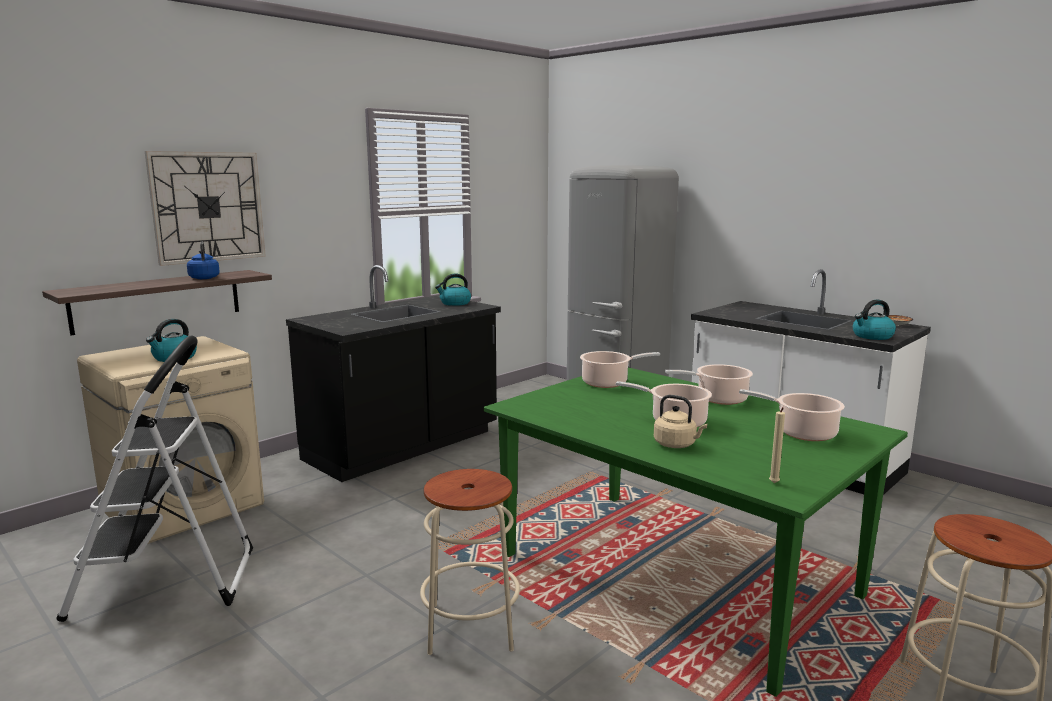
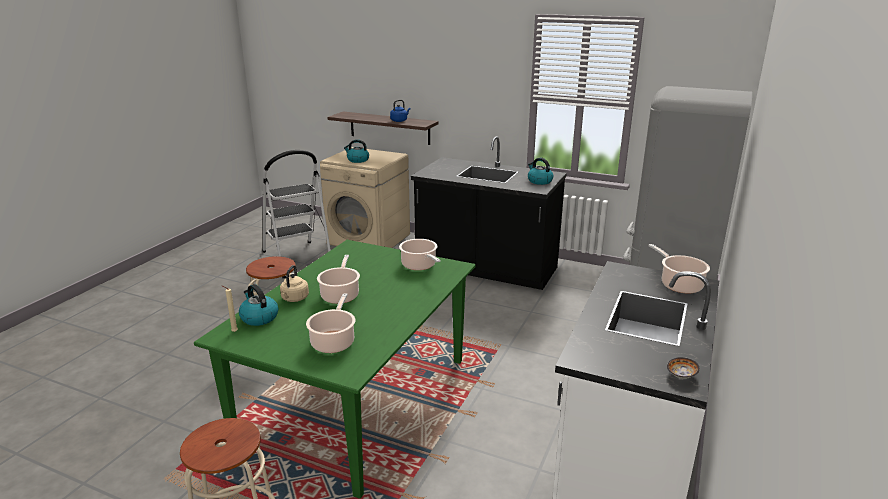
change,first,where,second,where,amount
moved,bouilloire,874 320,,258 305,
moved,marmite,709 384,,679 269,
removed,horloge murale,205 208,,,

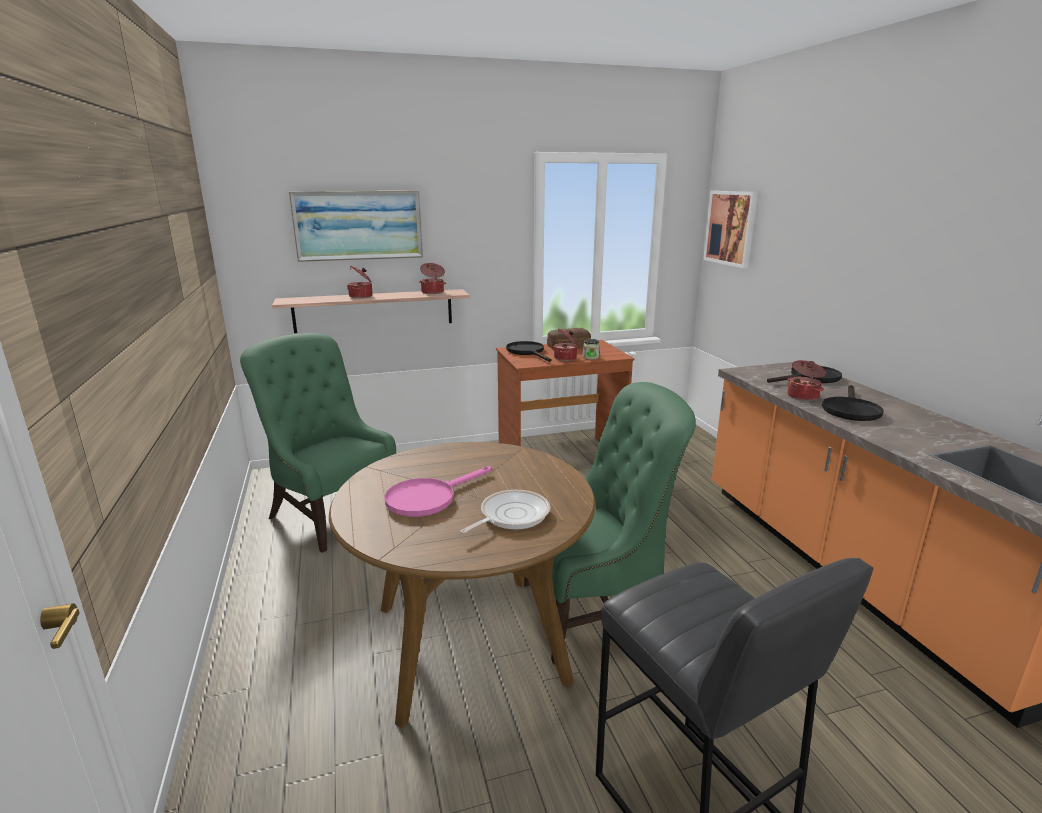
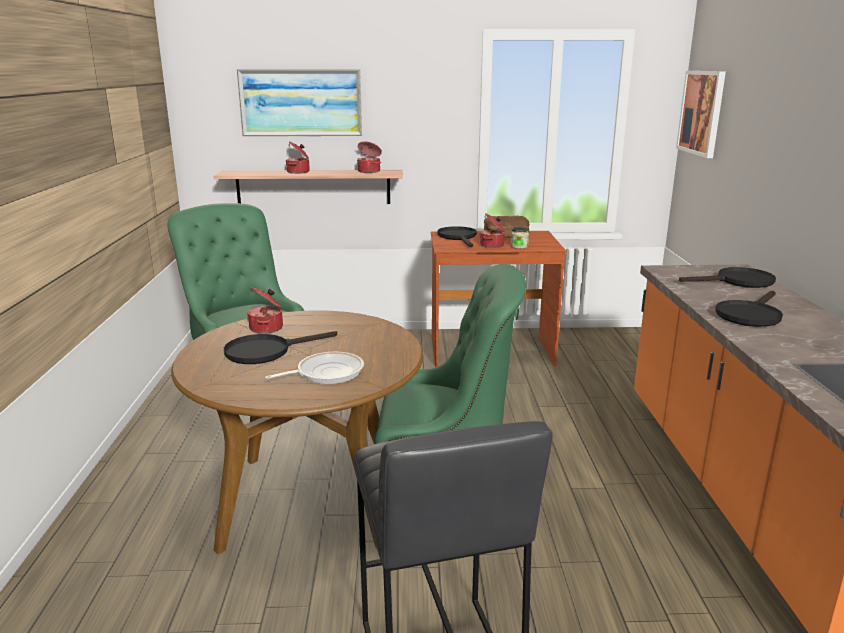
change,first,where,second,where,amount
recoloured,poêle (rose),437 491,poêle (noir),280 347,
moved,marmite,806 380,,265 310,

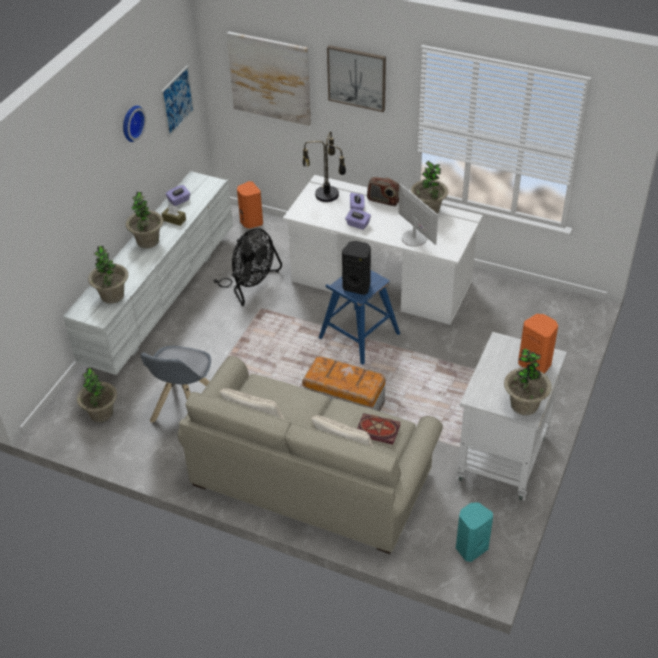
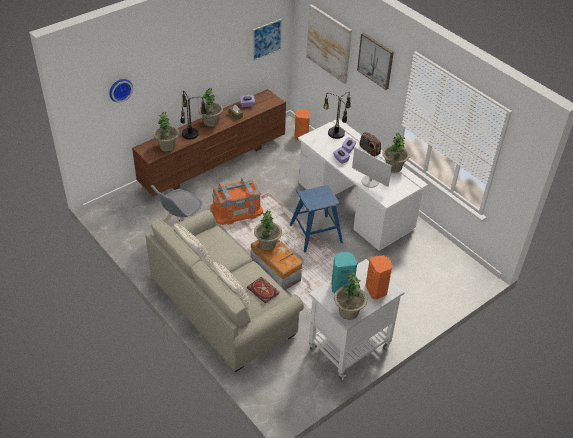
change,first,where,second,where,amount
moved,horloge murale,134 123,,121 90,
recoloured,meuble de rangement (blanc),148 273,meuble de rangement (marron),209 142,
added,,,lampe de table,193 115,
added,,,boîte de rangement (orange),236 201,
moved,plante en pot,97 395,,268 230,
moved,enceinte (turquoise),474 532,,344 272,
turned,écran d'ordinateur,418 215,,372 167,135 degrees clockwise
removed,ventilateur (noir),247 267,,,
removed,enceinte (noir),356 268,,,

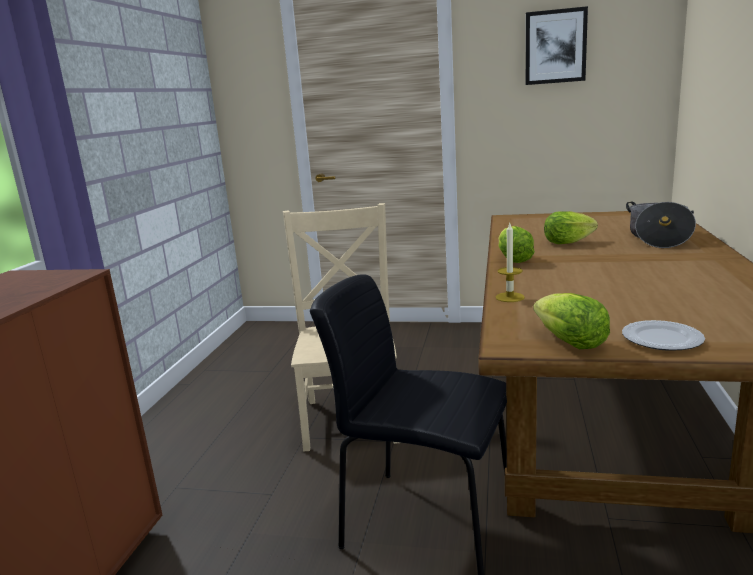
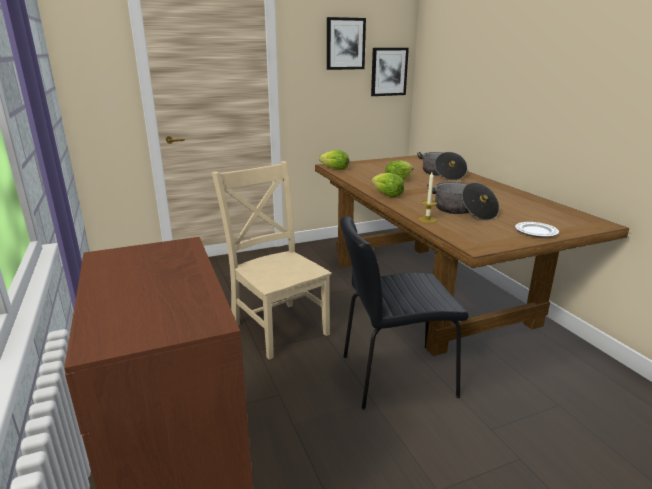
change,first,where,second,where,amount
moved,laitue,571 321,,334 160,
added,,,tableau,390 72,
added,,,marmite,463 201,

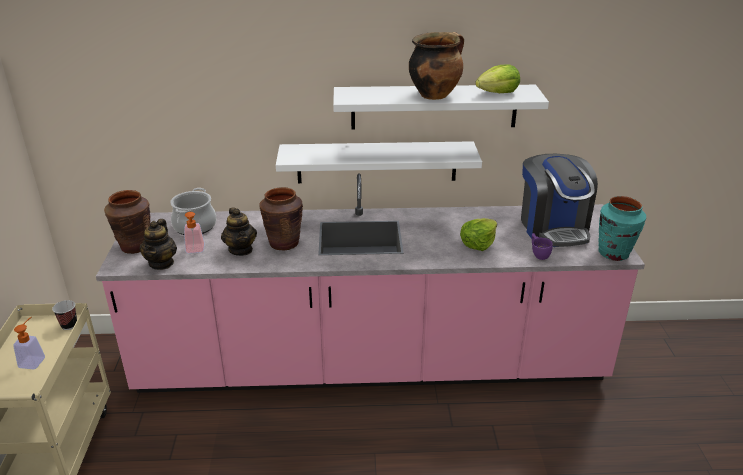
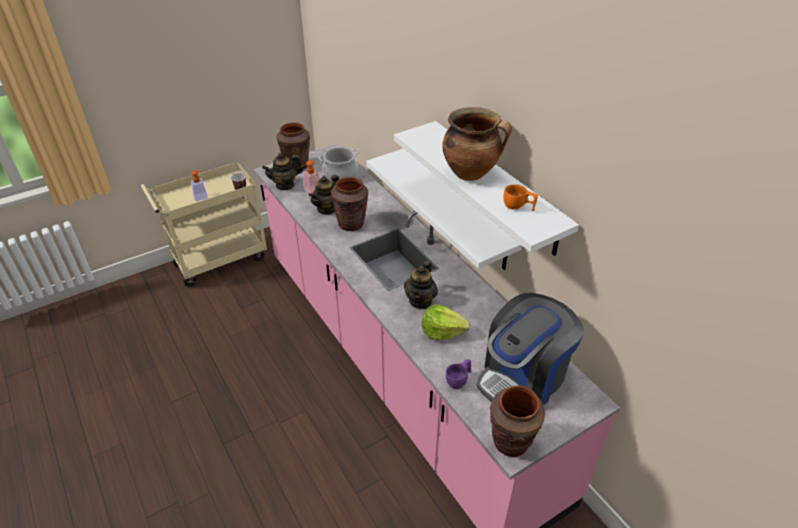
change,first,where,second,where,amount
added,,,théière,421 284,
recoloured,vase (turquoise),622 228,vase (marron),517 421,
replaced,laitue,497 78,tasse (orange),520 197,

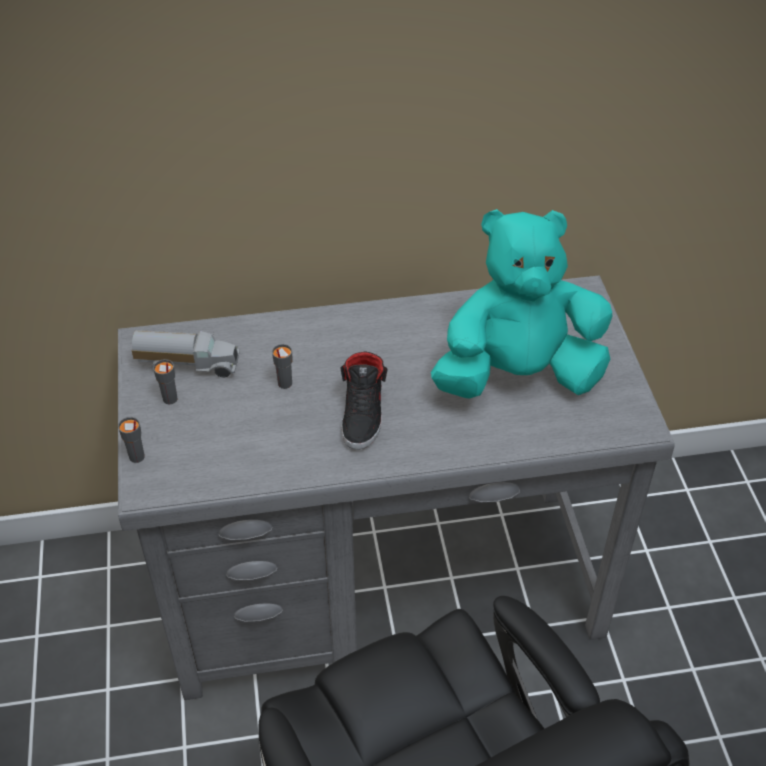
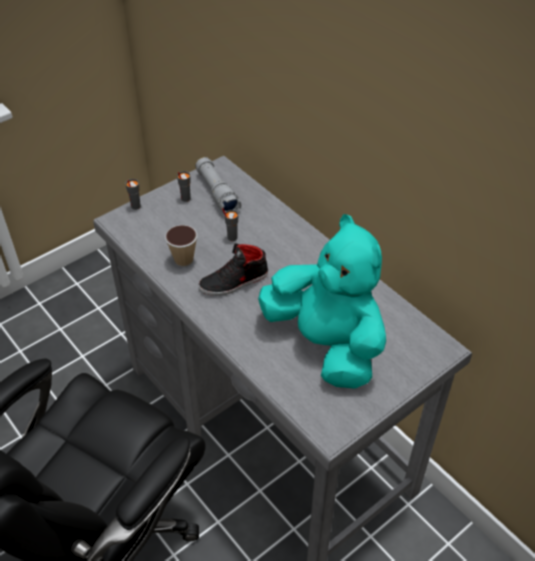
change,first,where,second,where,amount
added,,,tasse,181 246,
replaced,camion jouet,186 354,lampe de poche (gris),218 185,

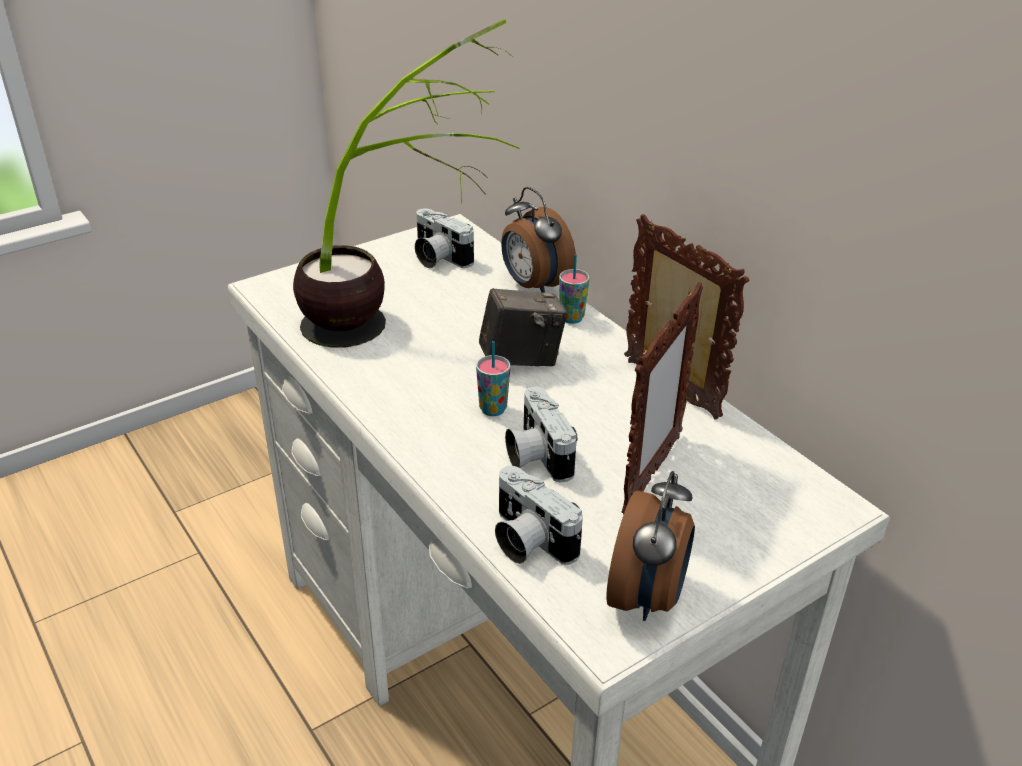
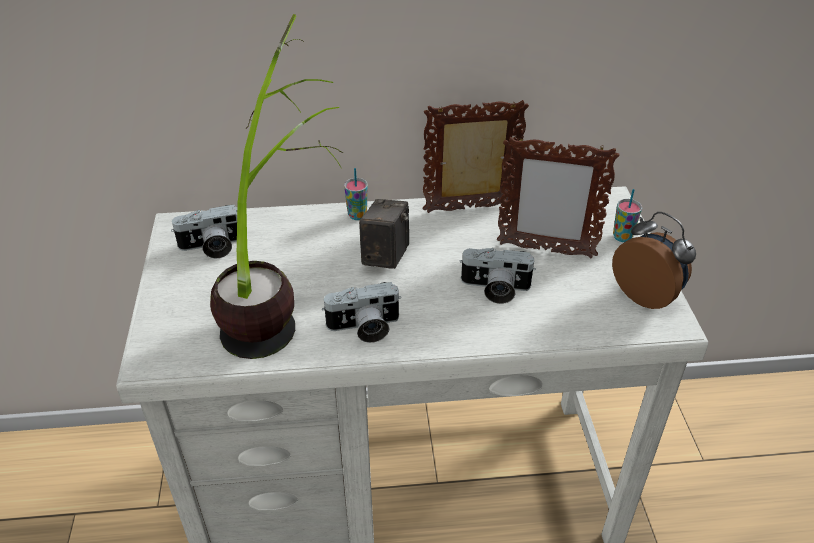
change,first,where,second,where,amount
moved,appareil photo,539 515,,361 312,
turned,cadre photo,662 398,,558 197,135 degrees clockwise
moved,tasse,493 378,,627 215,
removed,réveil,538 240,,,

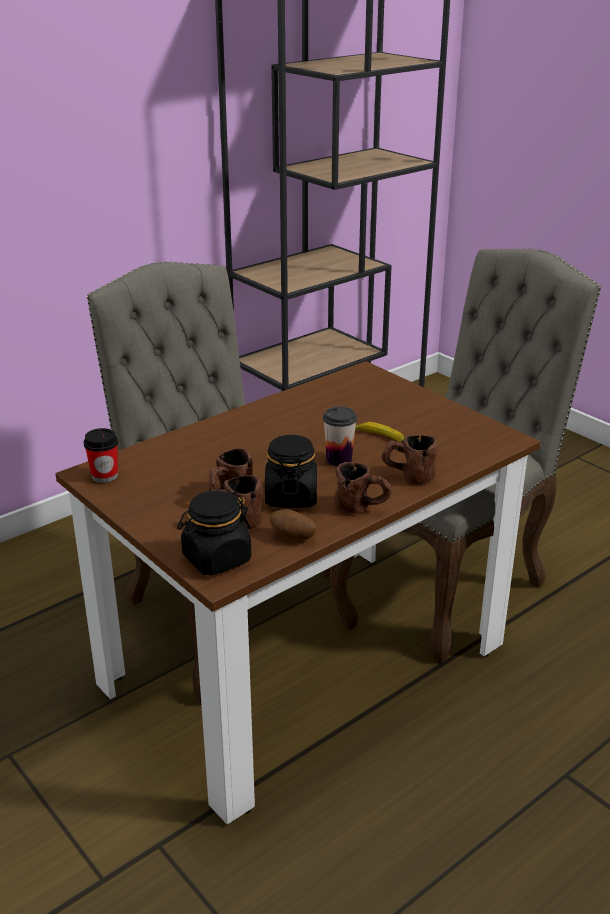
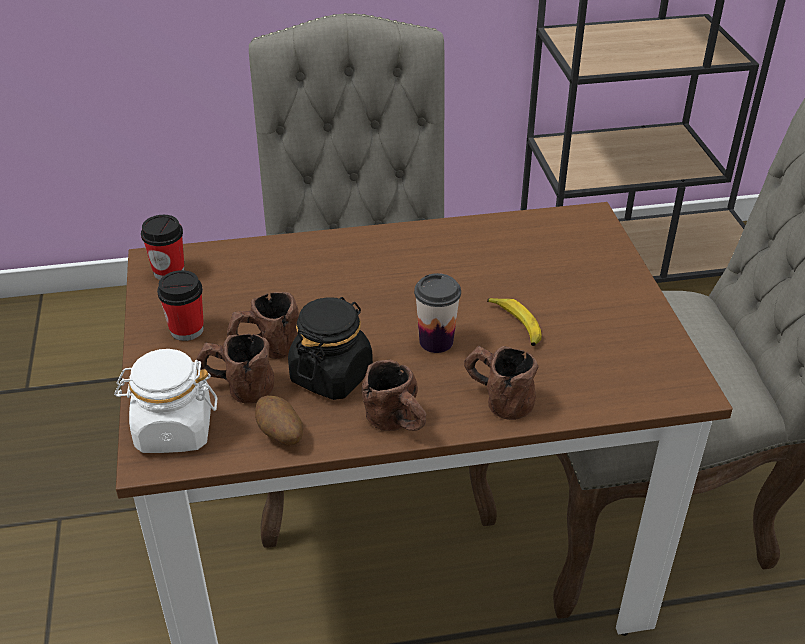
change,first,where,second,where,amount
recoloured,bocal (noir),214 533,bocal (blanc),166 401,
added,,,tasse,180 305,

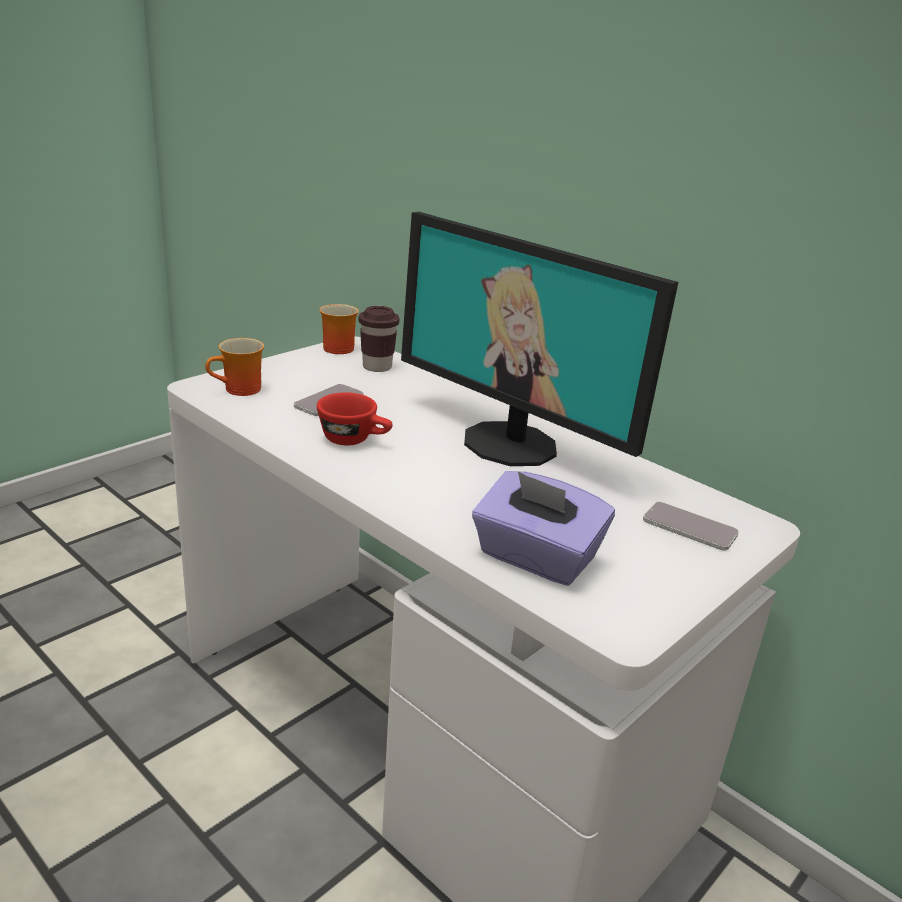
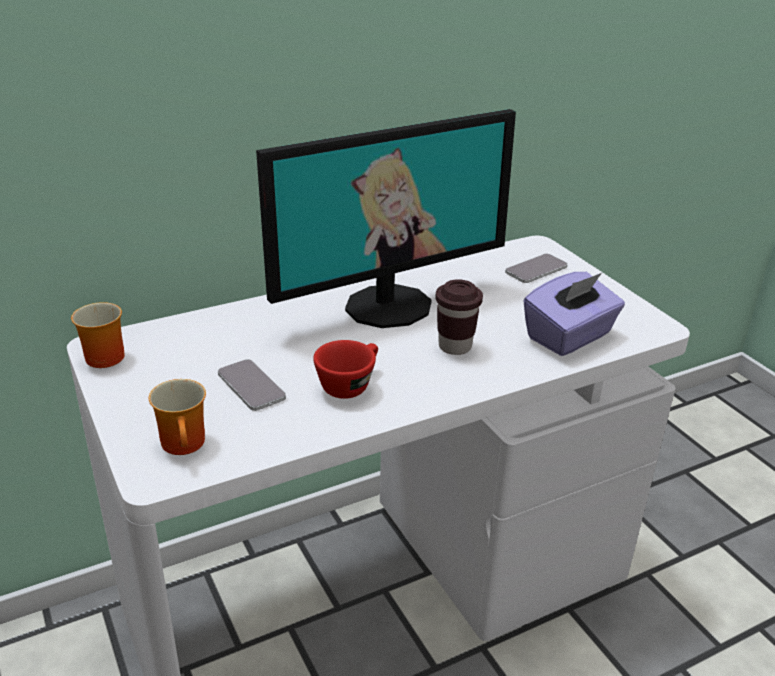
change,first,where,second,where,amount
moved,tasse (marron),379 339,,459 317,

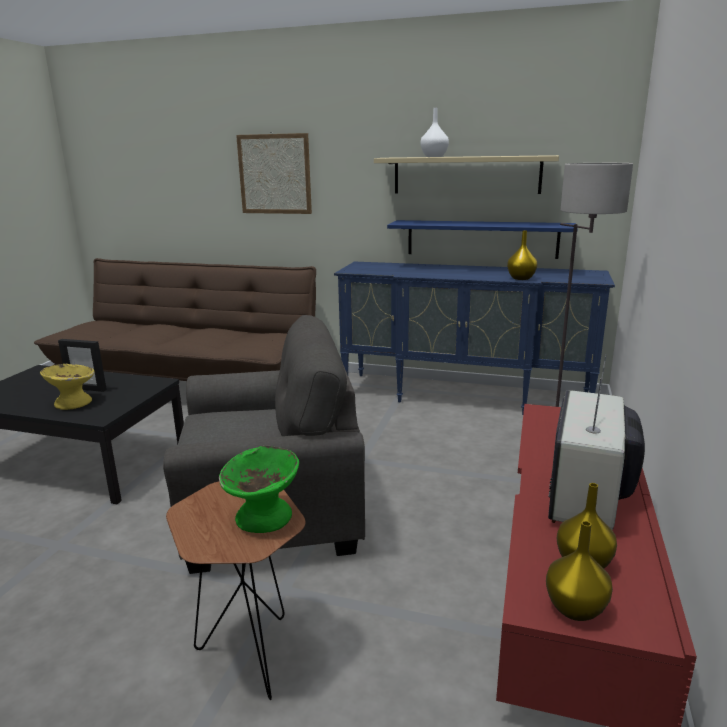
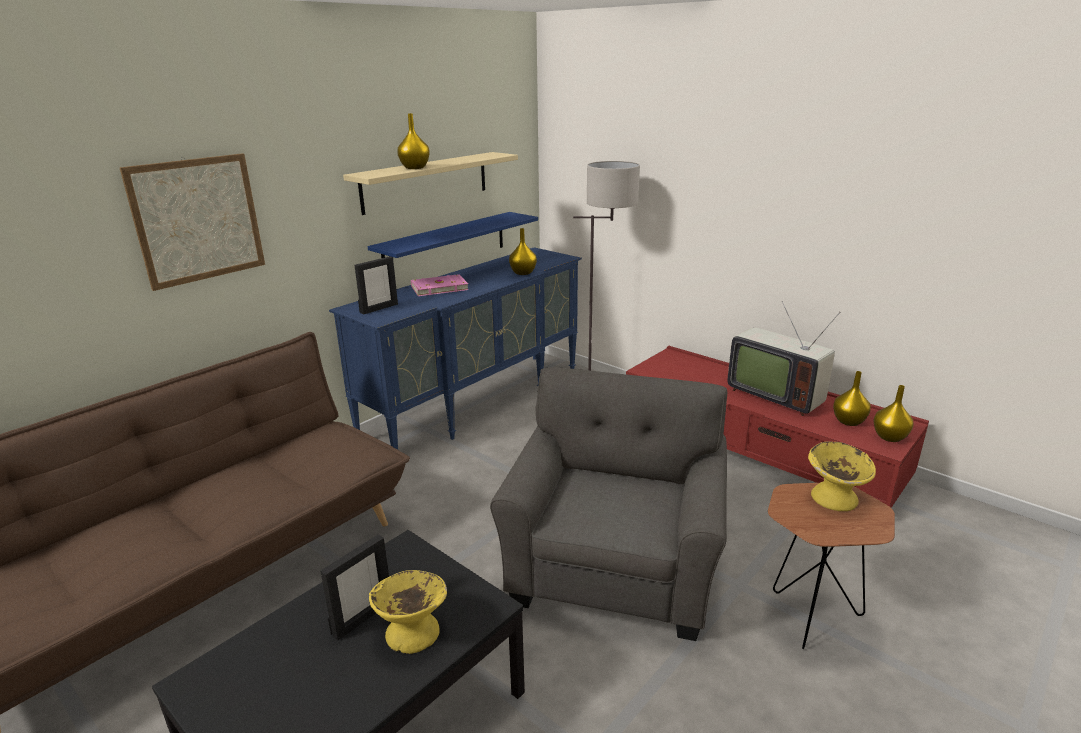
change,first,where,second,where,amount
added,,,cadre photo,376 285,
recoloured,vase (blanc),435 132,vase (jaune),413 141,
added,,,livre (rose),440 285,
recoloured,bol (vert),259 489,bol (jaune),842 476,

